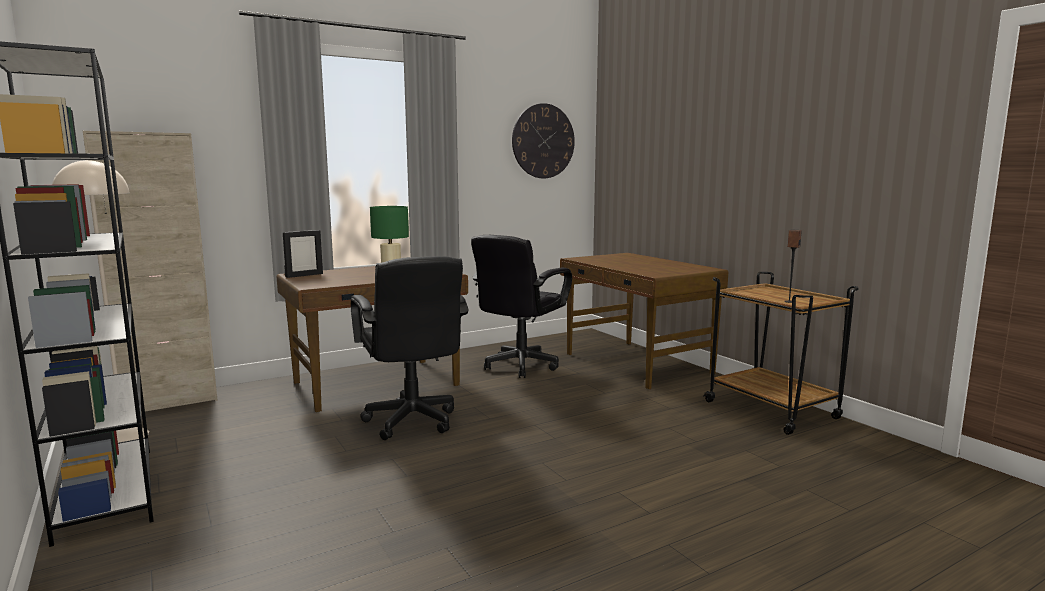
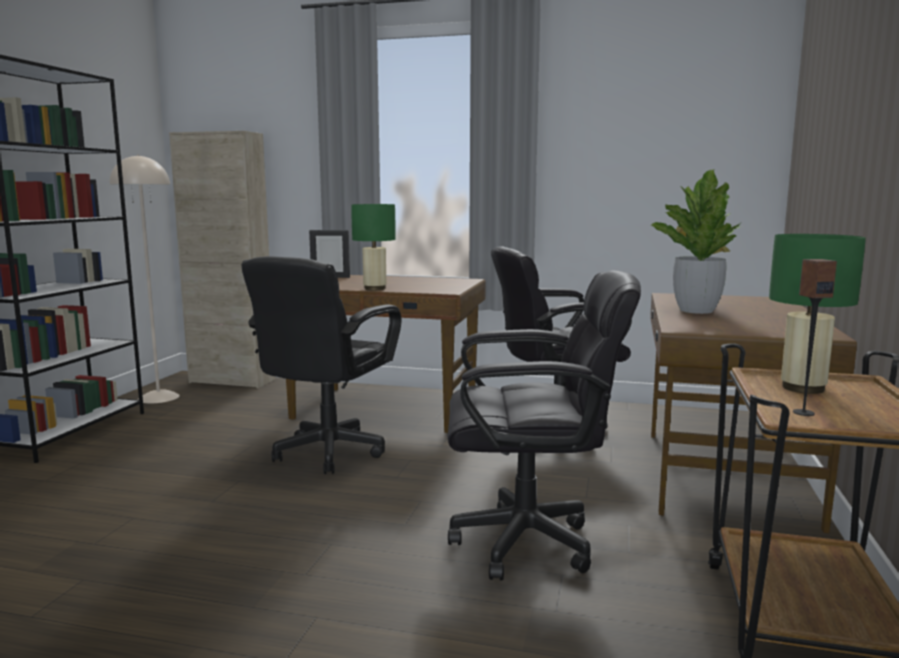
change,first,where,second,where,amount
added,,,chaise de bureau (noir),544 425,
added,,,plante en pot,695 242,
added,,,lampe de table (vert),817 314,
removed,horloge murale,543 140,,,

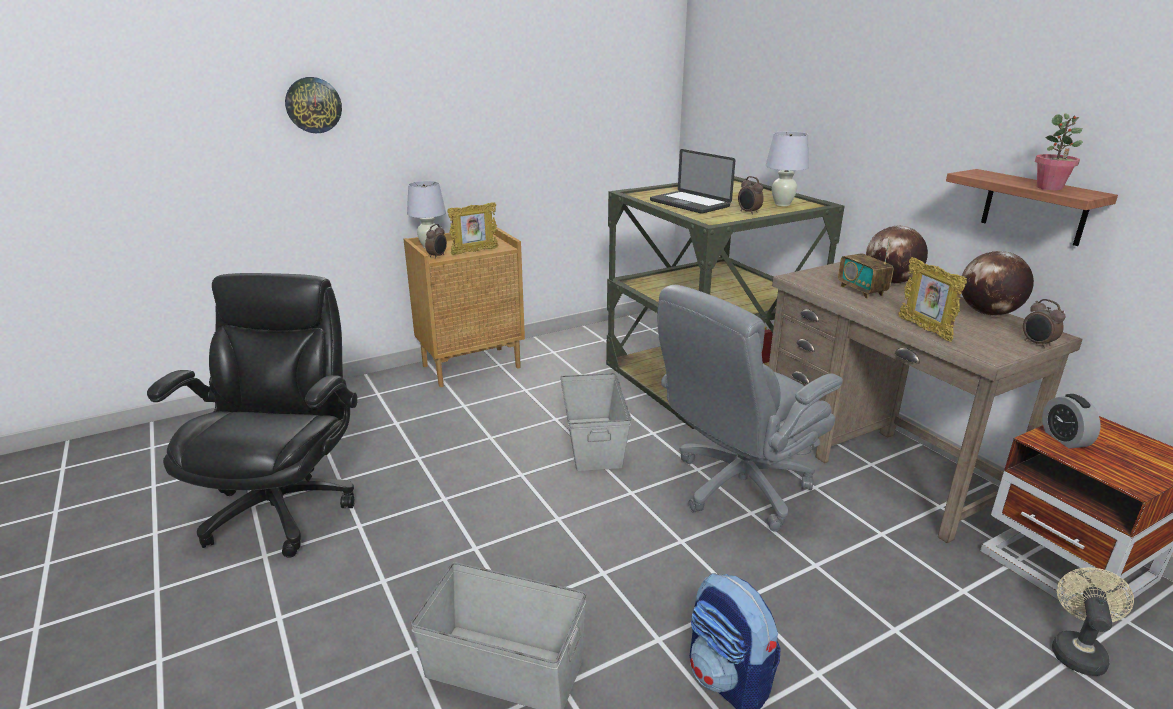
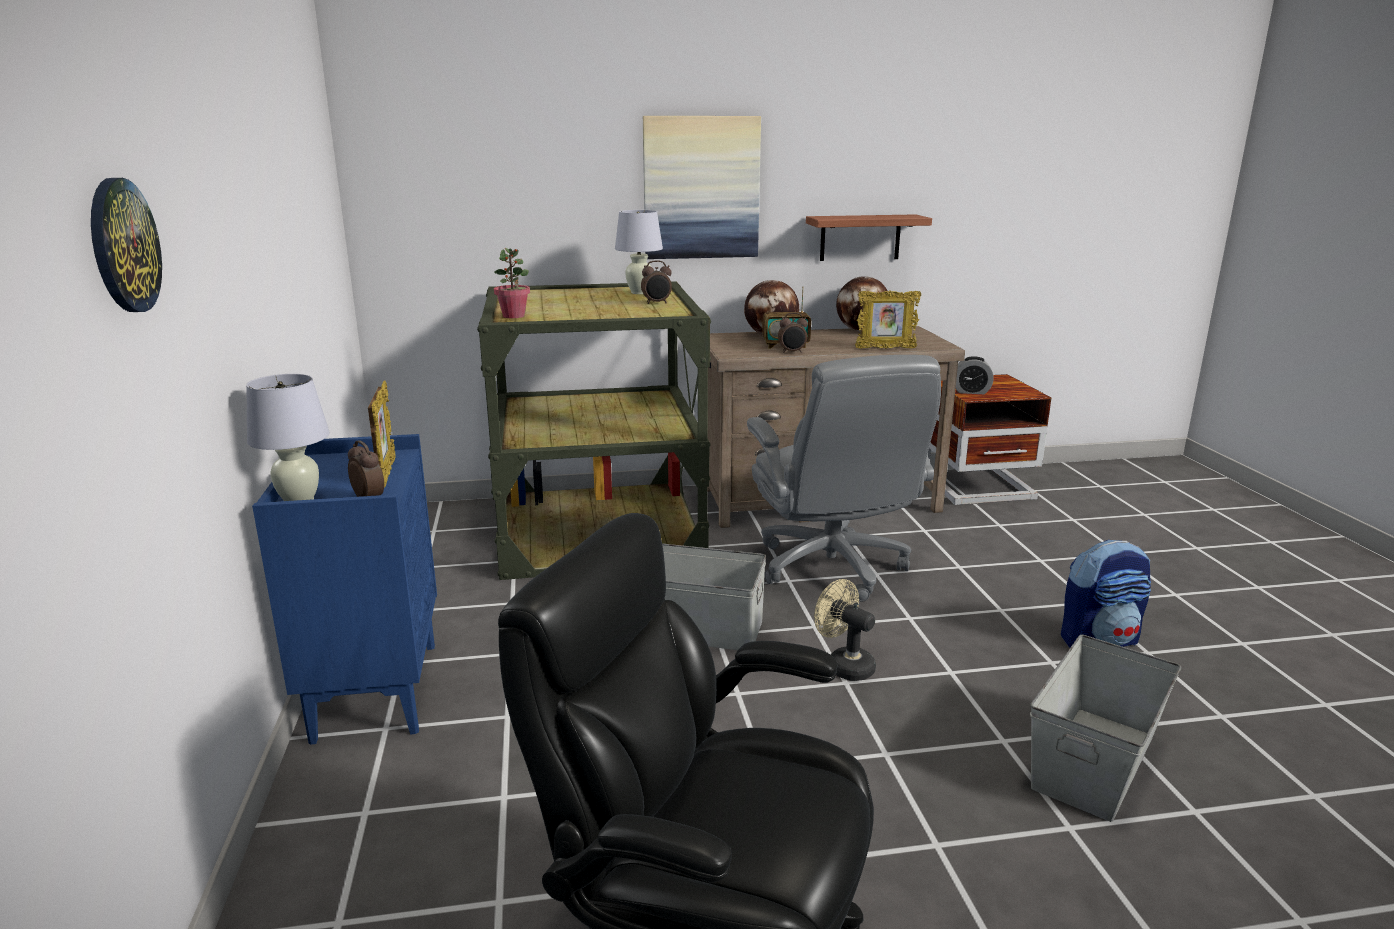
change,first,where,second,where,amount
recoloured,meuble de rangement (marron),464 307,meuble de rangement (bleu),344 589,
moved,plante en pot,1059 151,,512 283,
added,,,tableau,702 187,
moved,réveil,1044 324,,793 333,
moved,ventilateur (beige),1093 621,,845 630,
removed,ordinateur portable,692 181,,,

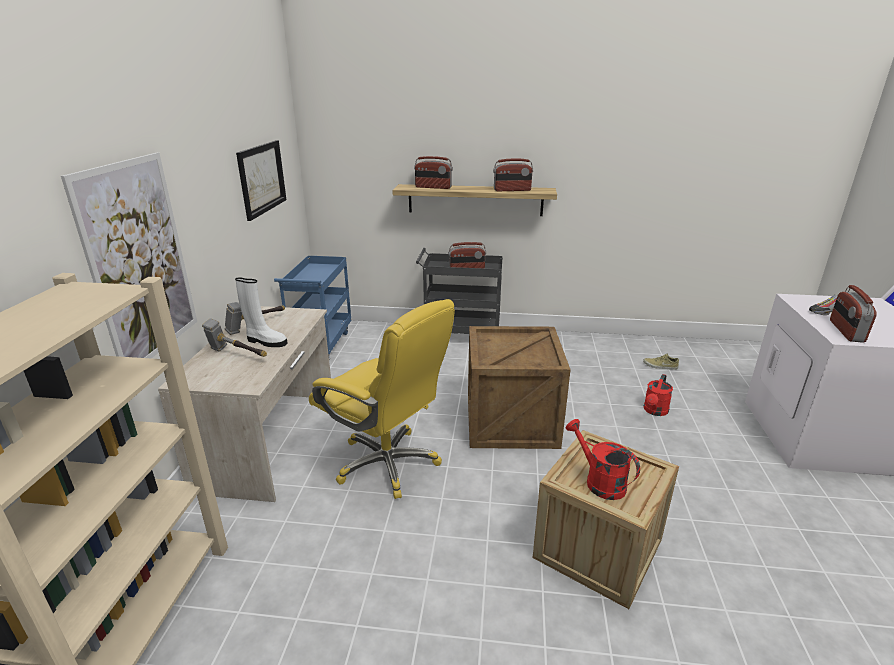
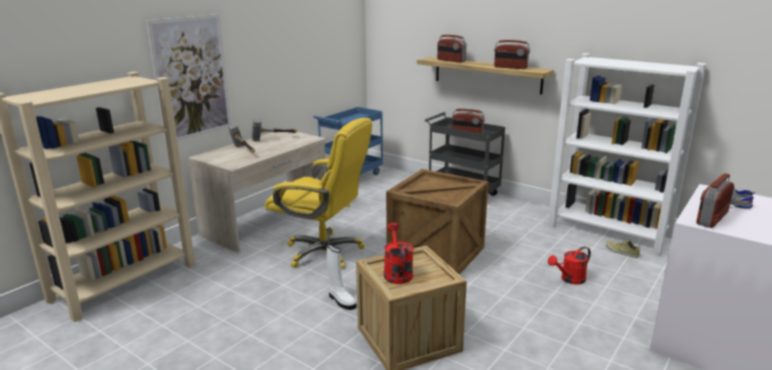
change,first,where,second,where,amount
turned,chaise de bureau (jaune),382 399,,318 193,45 degrees counterclockwise
moved,botte (blanc),261 312,,341 277,
added,,,bibliothèque (blanc),627 154,
removed,tableau,261 180,,,

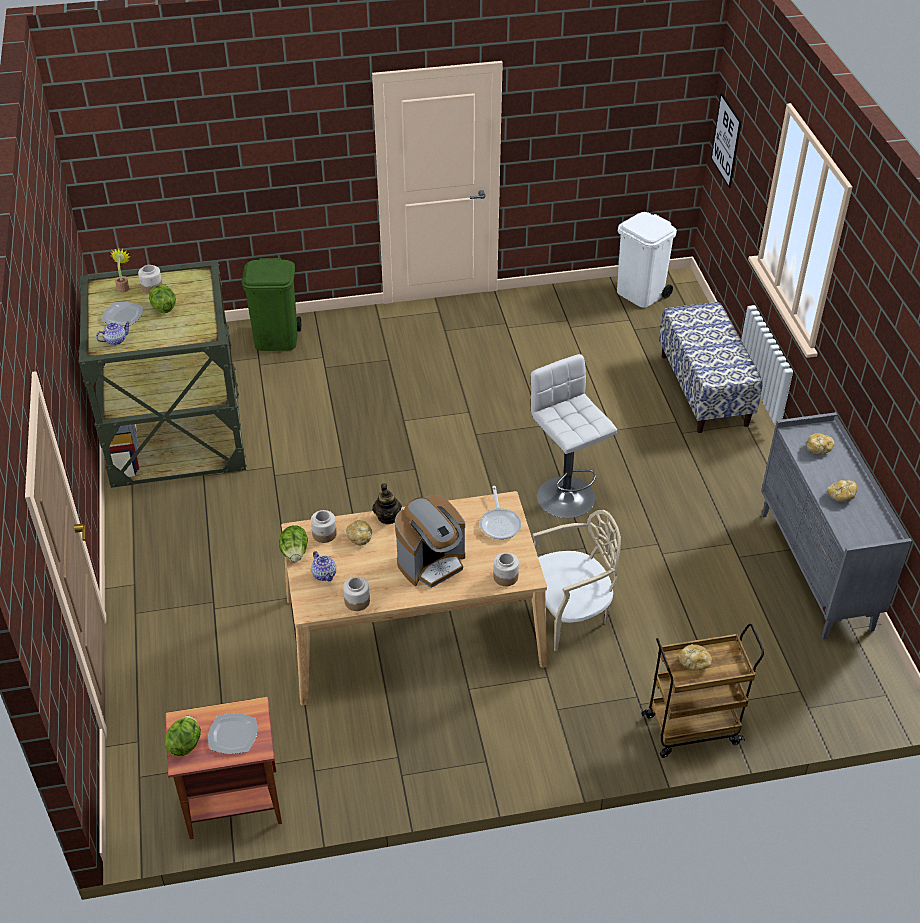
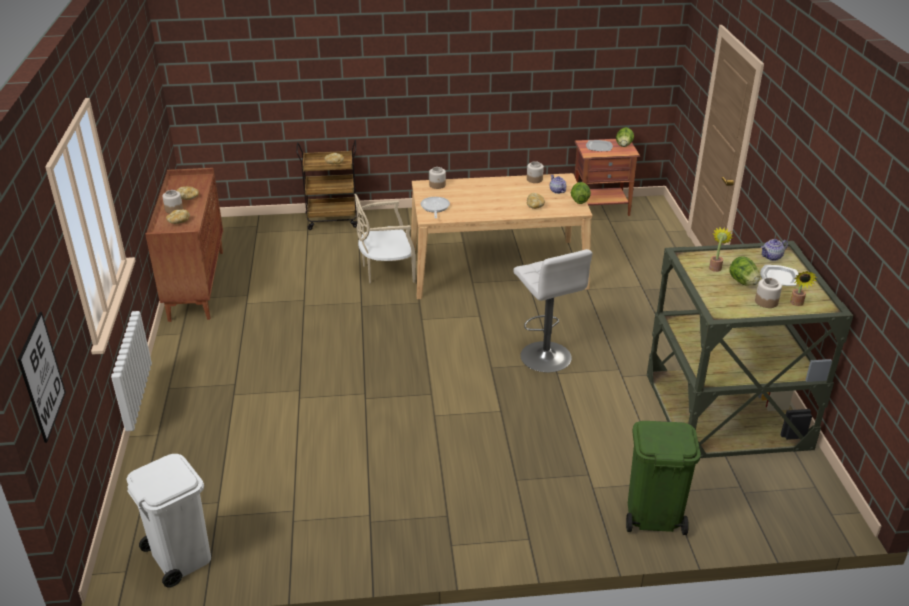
change,first,where,second,where,amount
recoloured,meuble de rangement (gris),836 525,meuble de rangement (marron),184 245,
moved,bocal,324 526,,172 201,
moved,tabouret (blanc),574 436,,553 310,
added,,,plante en pot,721 249,
removed,théière,387 503,,,
removed,machine à café,430 541,,,
removed,banc,711 367,,,

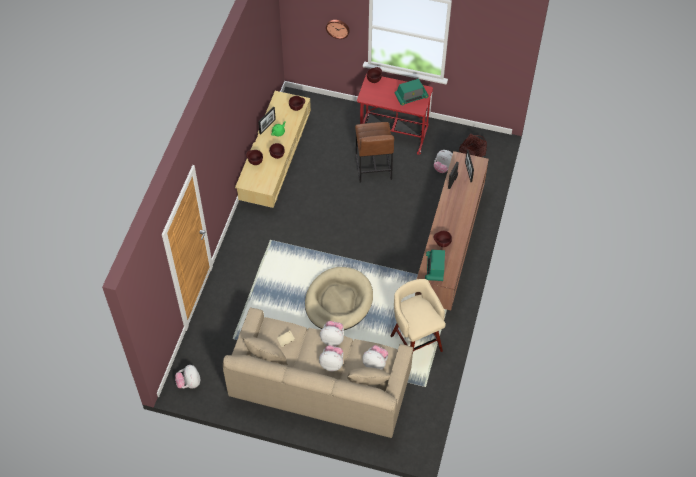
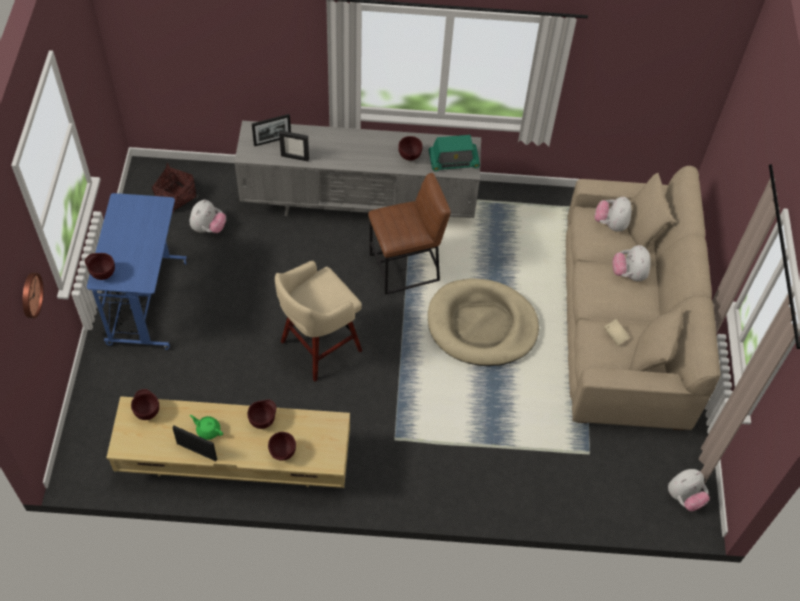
change,first,where,second,where,amount
recoloured,bureau (rouge),395 114,bureau (bleu),137 271,
recoloured,meuble de rangement (marron),452 230,meuble de rangement (gris),357 169,
moved,tabouret (beige),418 315,,318 321,
moved,chaise (marron),374 152,,409 234,
removed,peluche,332 333,,,
removed,radio,412 92,,,

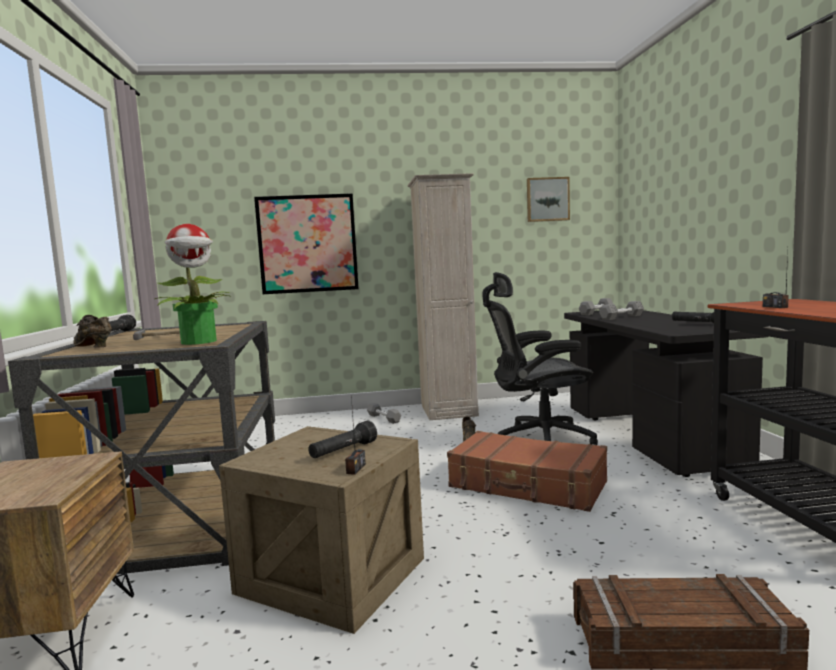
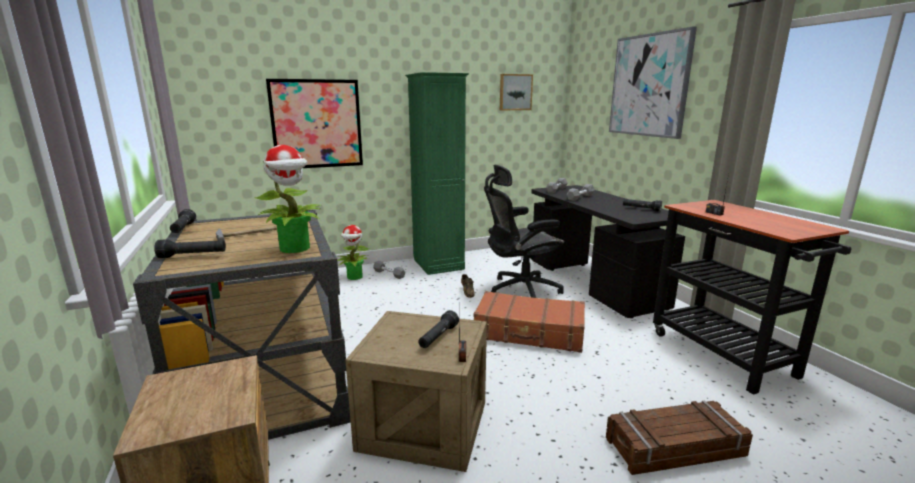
change,first,where,second,where,amount
replaced,chaussure (marron),92 331,lampe de poche (noir),190 248,
added,,,plante en pot,353 252,
recoloured,meuble de rangement (beige),443 296,meuble de rangement (vert),437 173,
added,,,tableau,653 82,

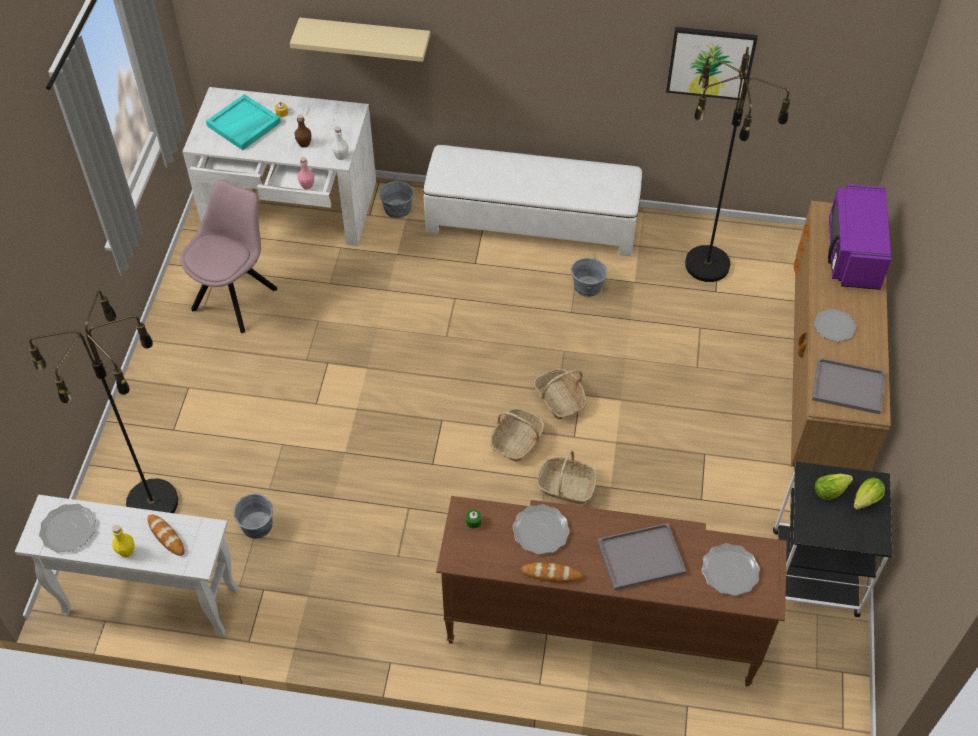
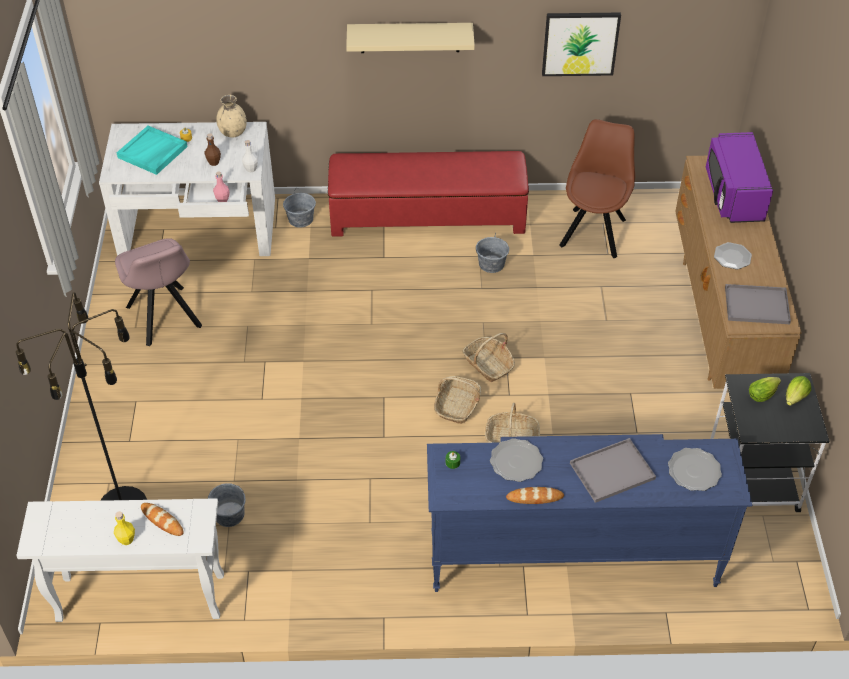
change,first,where,second,where,amount
turned,chaise (rose),228 256,,158 292,135 degrees clockwise
added,,,vase (beige),231 116,
recoloured,banc (blanc),533 200,banc (rouge),428 193,
moved,étagère (beige),360 39,,410 38,
recoloured,meuble de rangement (marron),611 591,meuble de rangement (bleu),590 513,
replaced,lampadaire,737 164,chaise (marron),597 188,
removed,assiette,67 528,,,

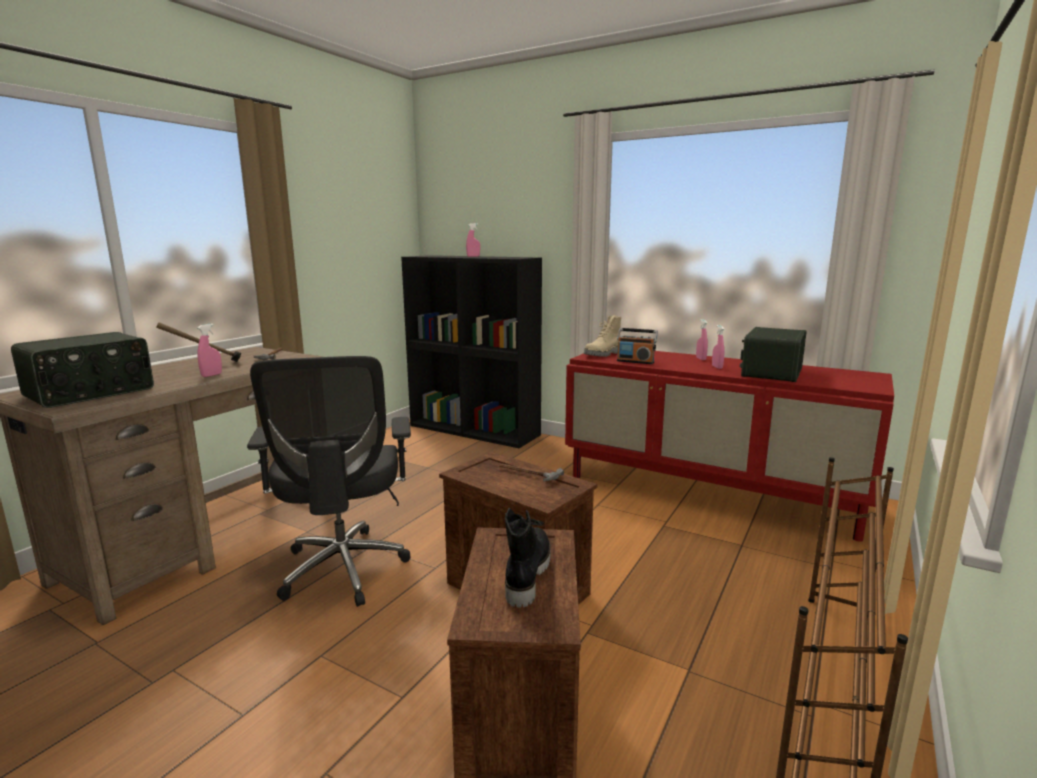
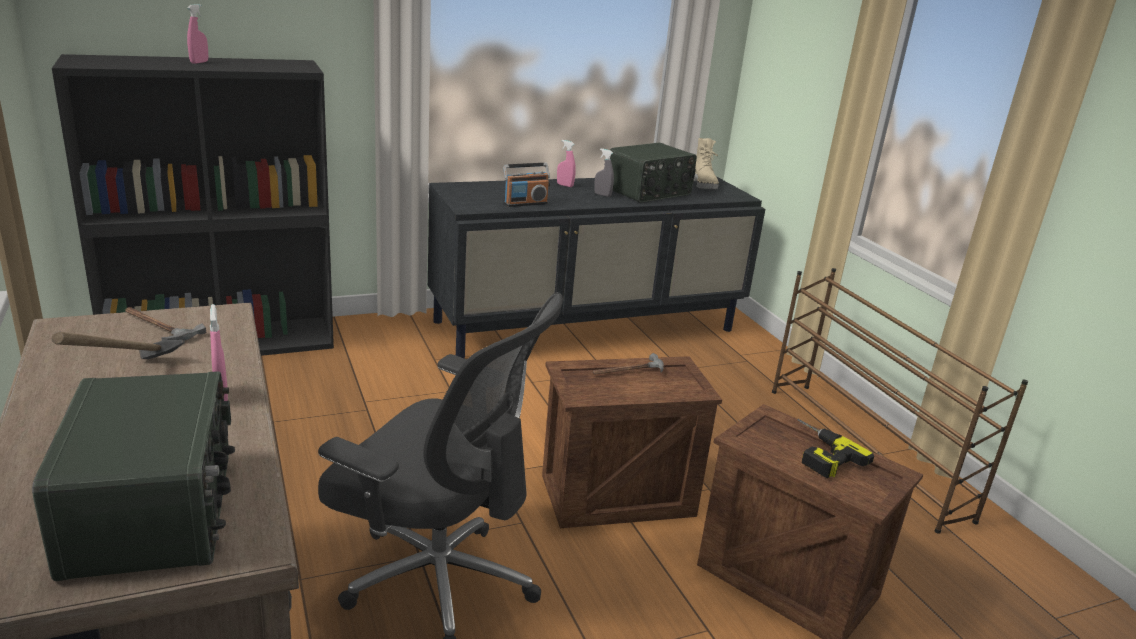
change,first,where,second,where,amount
recoloured,meuble de rangement (rouge),729 446,meuble de rangement (noir),596 267,
recoloured,vaporisateur (rose),718 347,vaporisateur (gris),604 173,
turned,radio,773 354,,653 173,105 degrees counterclockwise
moved,botte (beige),602 336,,706 163,
replaced,botte (noir),528 557,perceuse,835 448,

